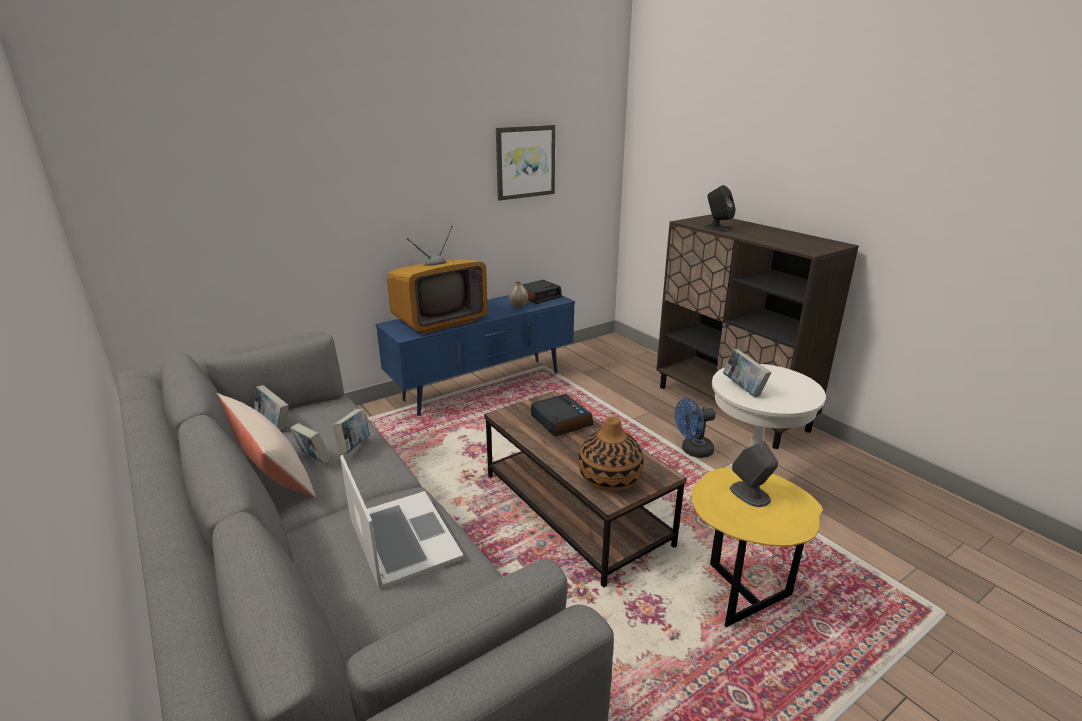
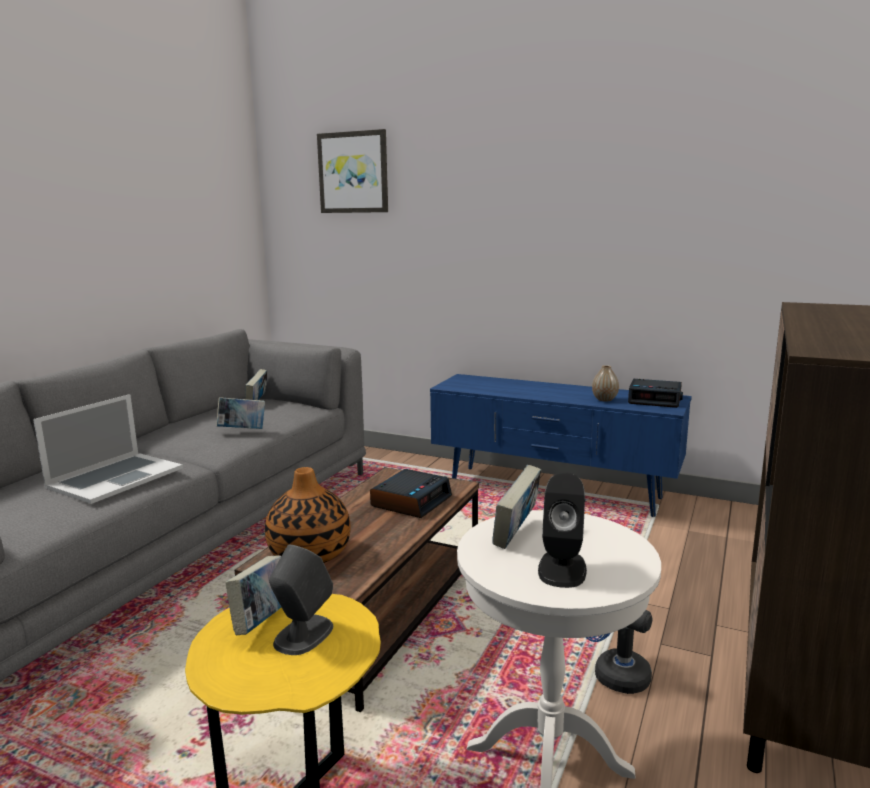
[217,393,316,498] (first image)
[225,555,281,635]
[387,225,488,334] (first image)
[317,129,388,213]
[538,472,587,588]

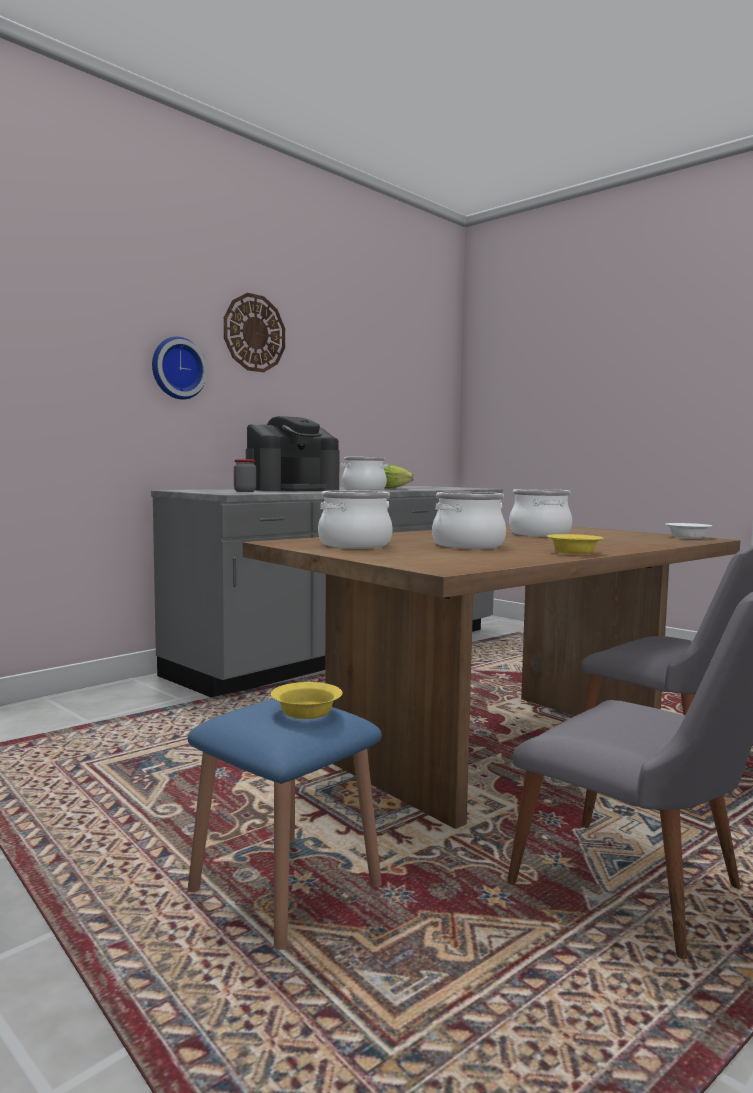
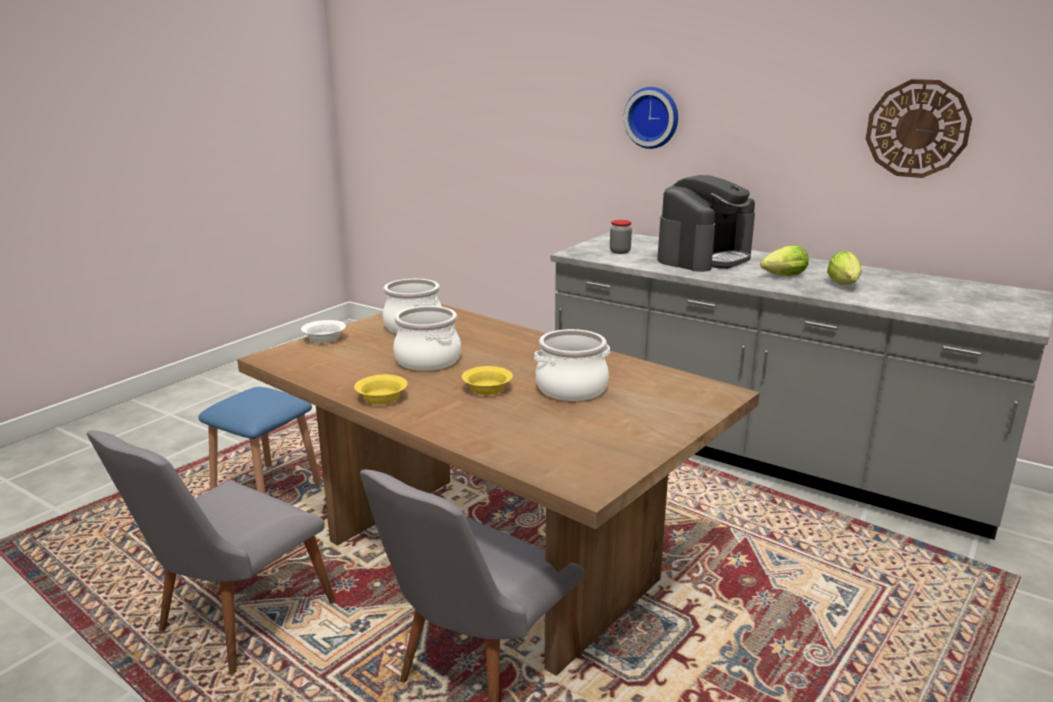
[866,79,972,178]
[657,175,755,272]
[462,366,513,395]
[760,245,809,276]
[301,320,346,343]

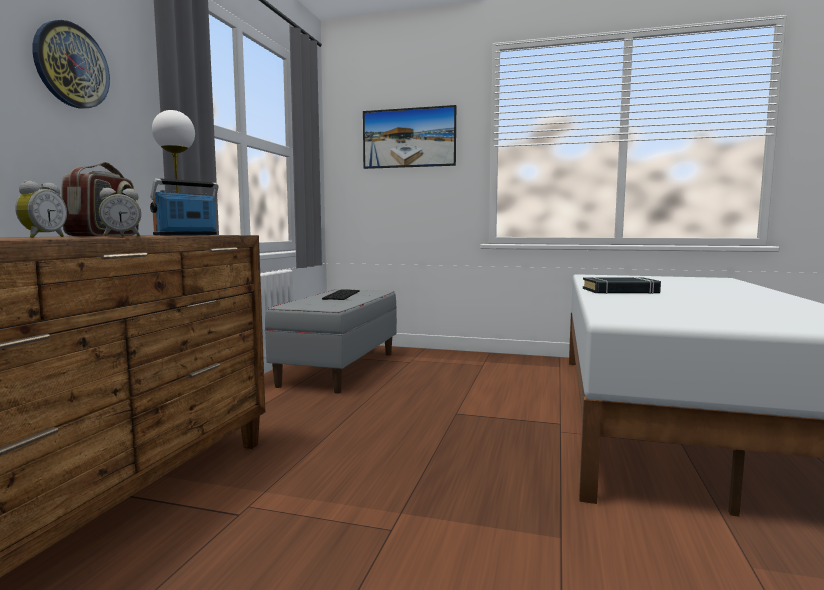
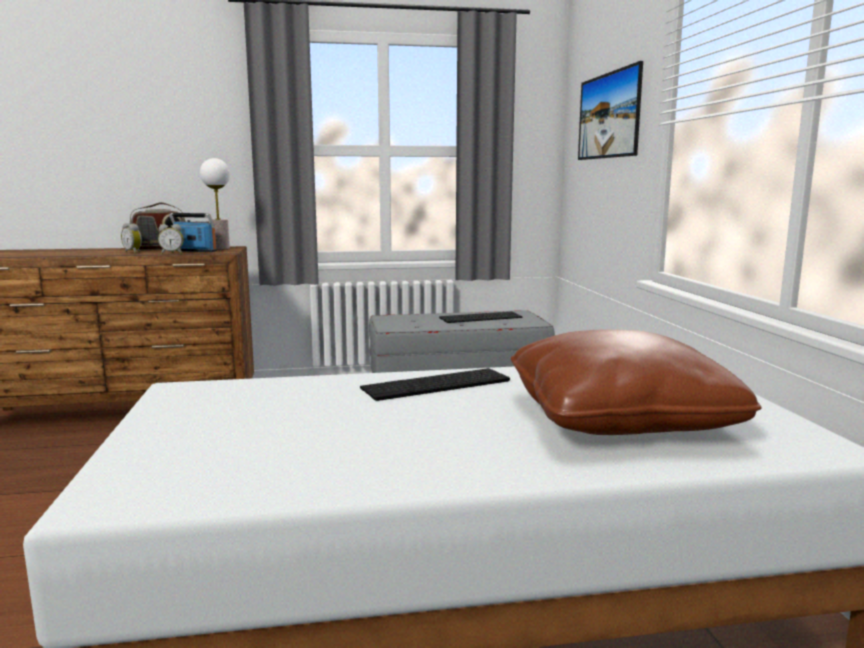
[158,224,184,254]
[32,20,110,108] (first image)
[360,368,510,401]
[511,329,762,435]

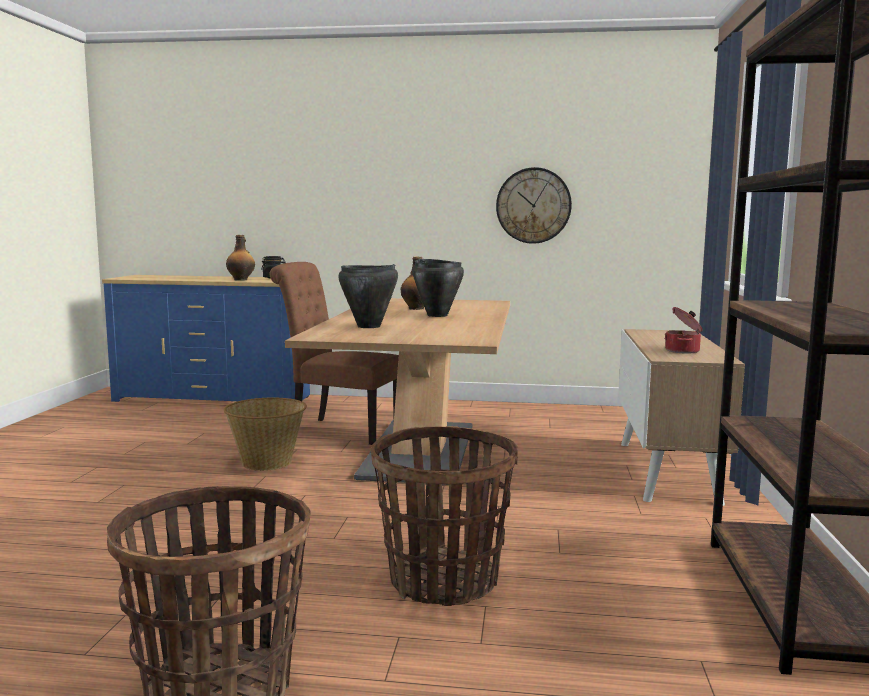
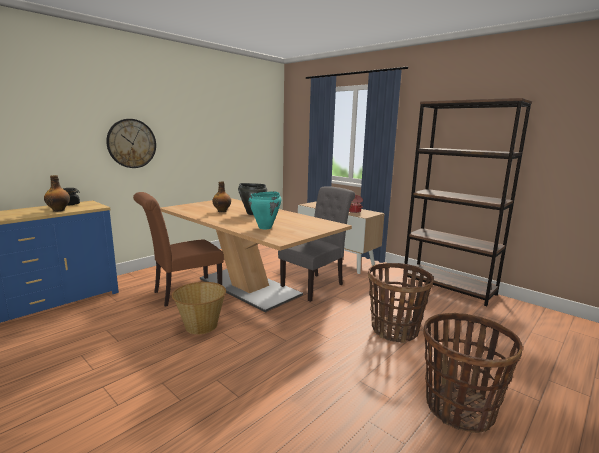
[249,191,281,229]
[106,119,156,168]
[278,186,355,302]

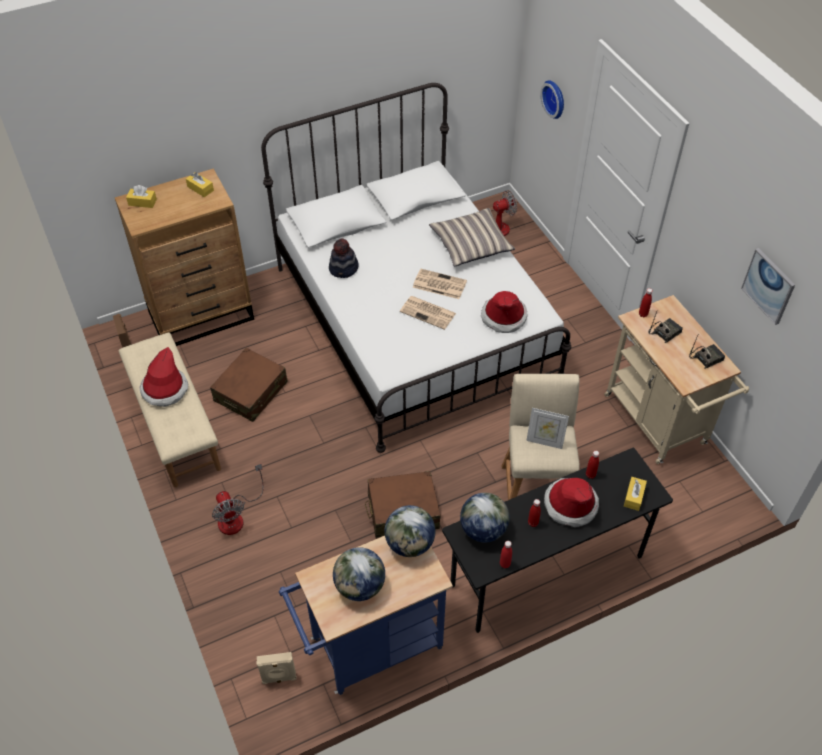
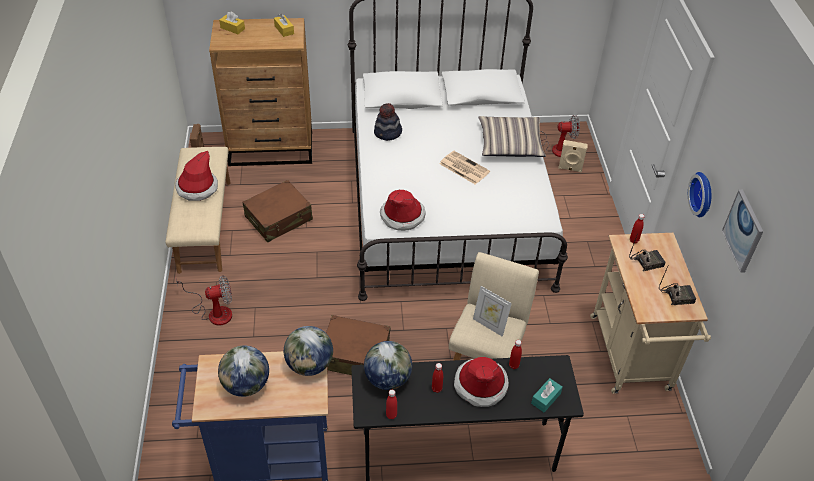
[176,276,232,325]
[558,140,588,172]
[400,296,456,330] (first image)
[380,190,426,231]
[688,172,711,217]
[531,378,563,412]

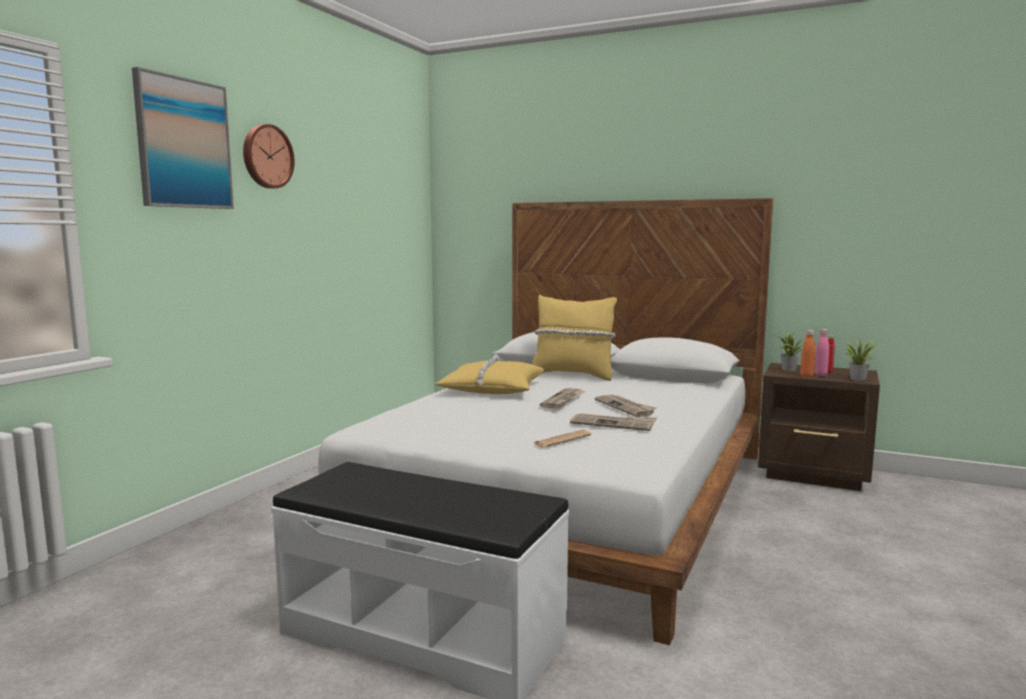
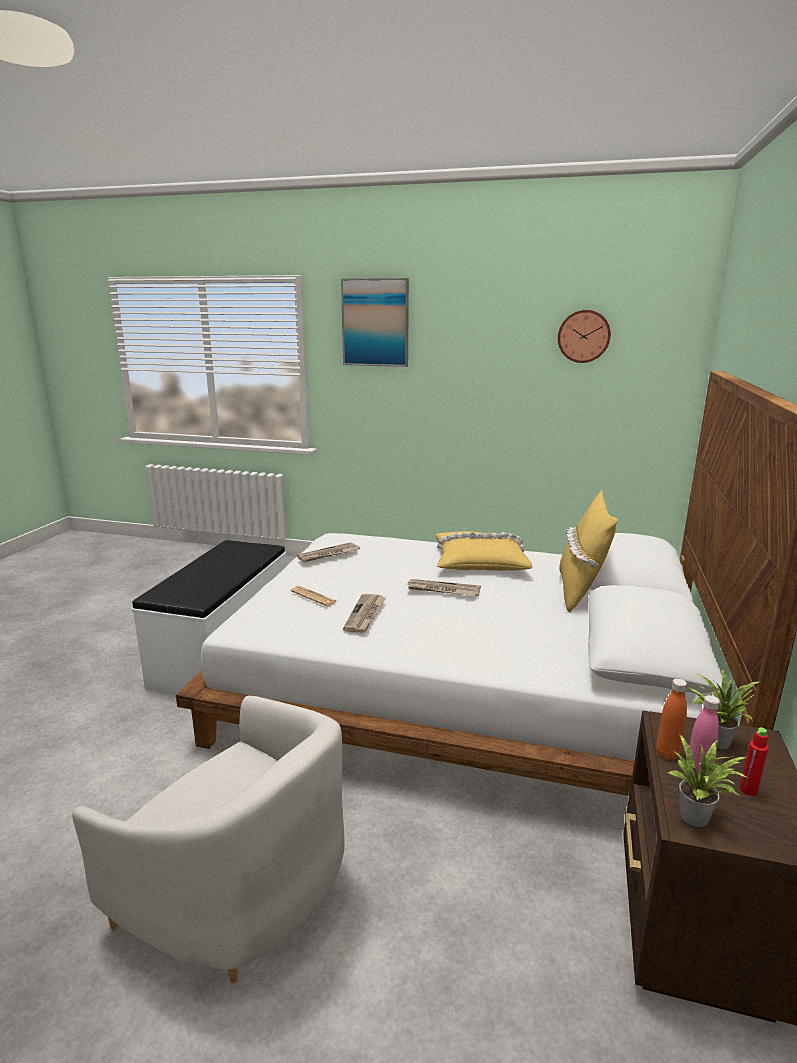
[558,310,611,363]
[297,542,360,562]
[72,696,345,984]

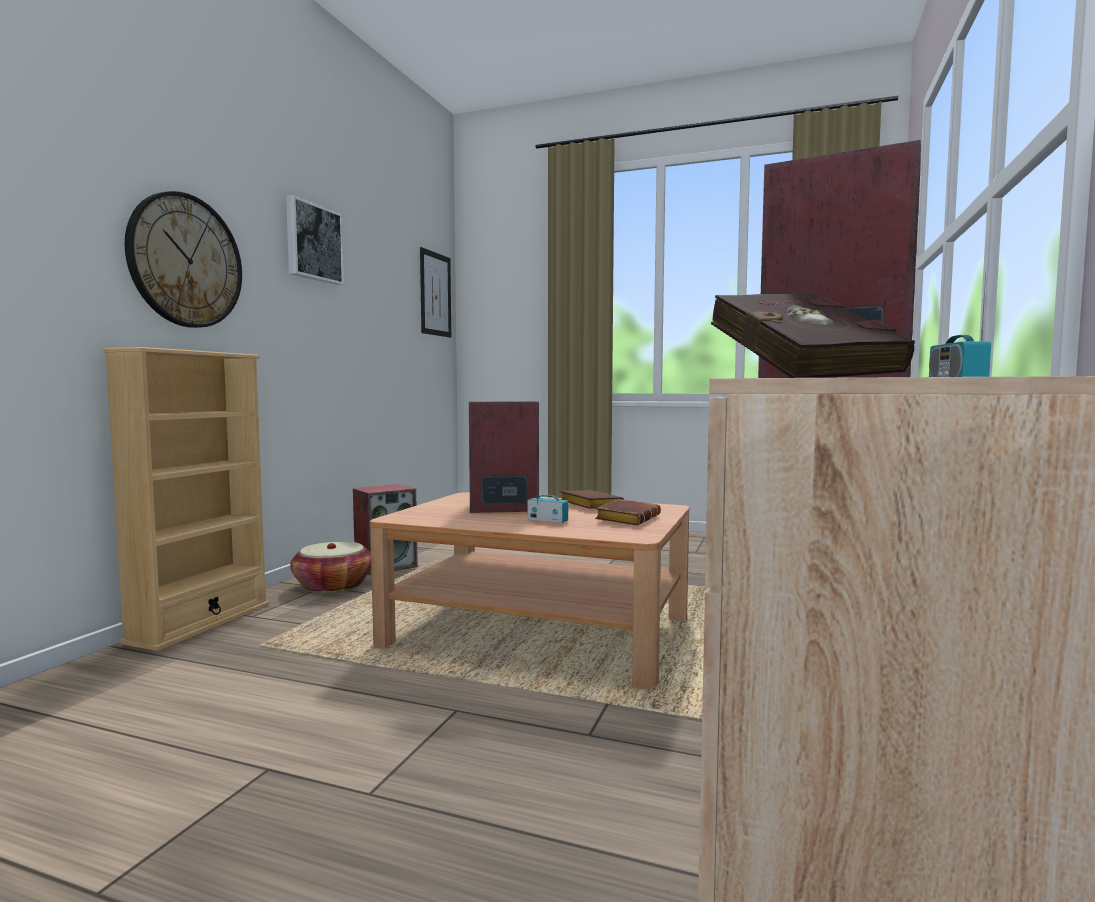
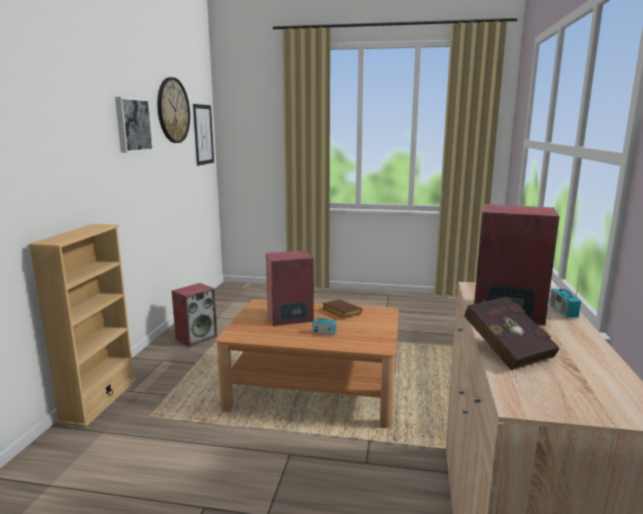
[157,77,190,143]
[290,542,371,593] (first image)
[595,499,661,525] (first image)

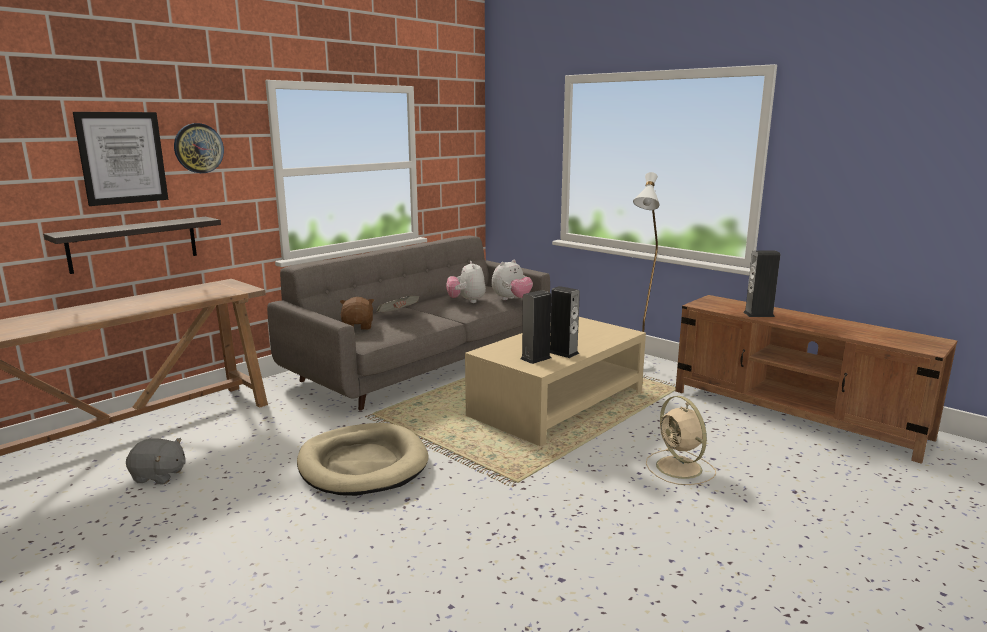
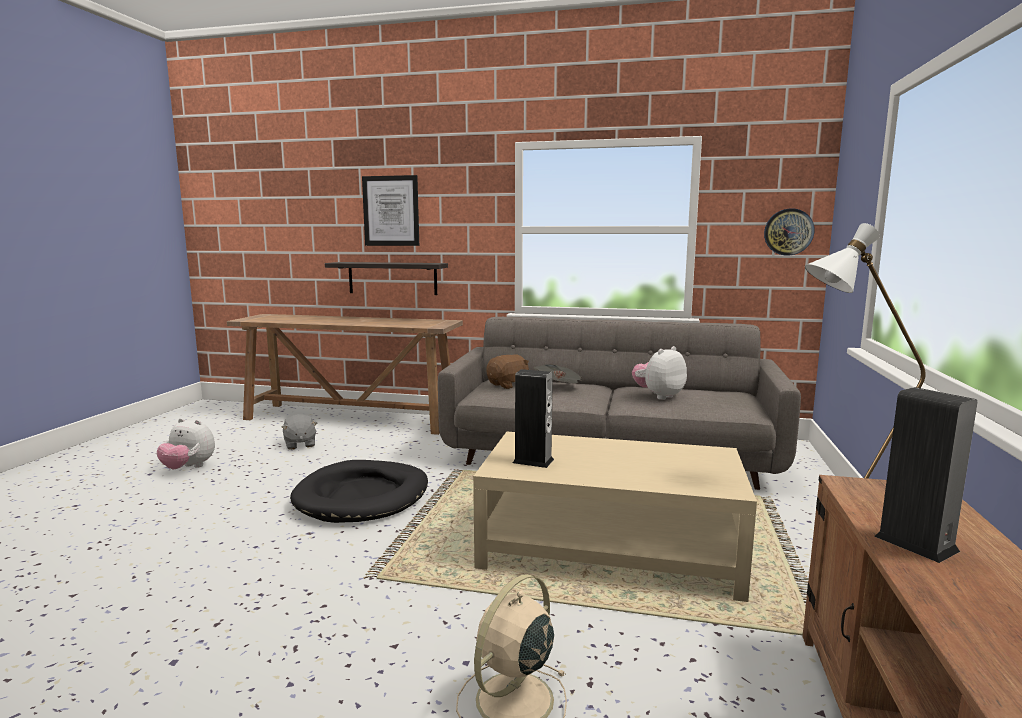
[764,208,814,256]
[290,460,428,523]
[157,418,215,469]
[550,286,580,358] (first image)

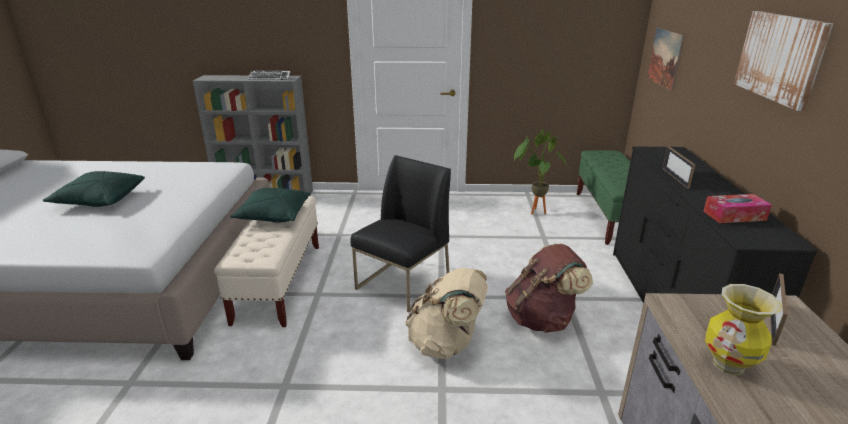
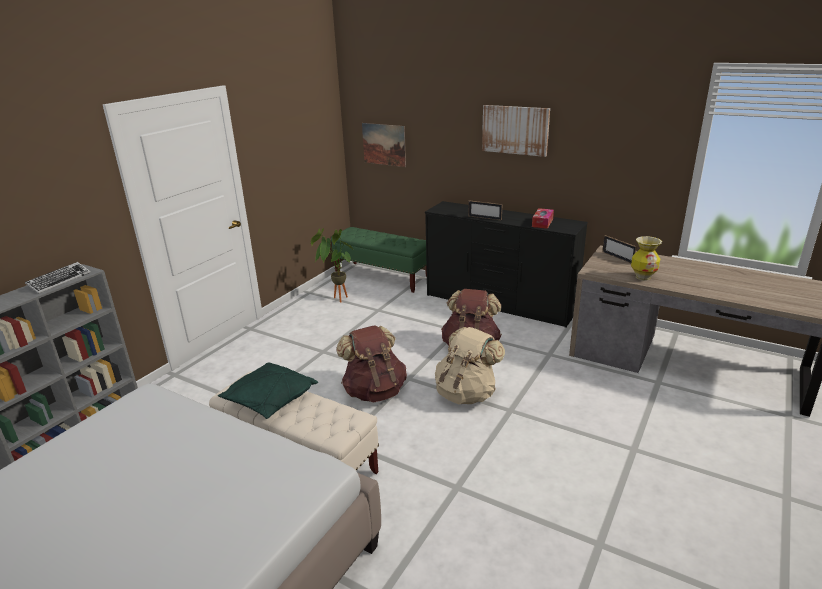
[43,171,145,207] (first image)
[336,325,407,402]

